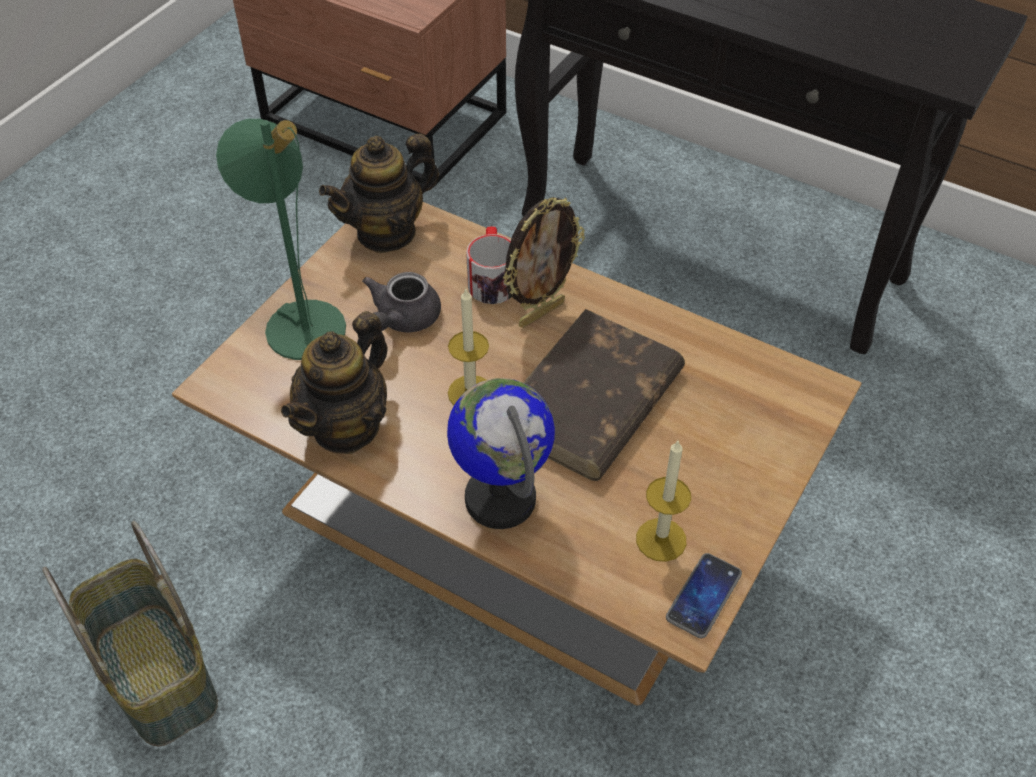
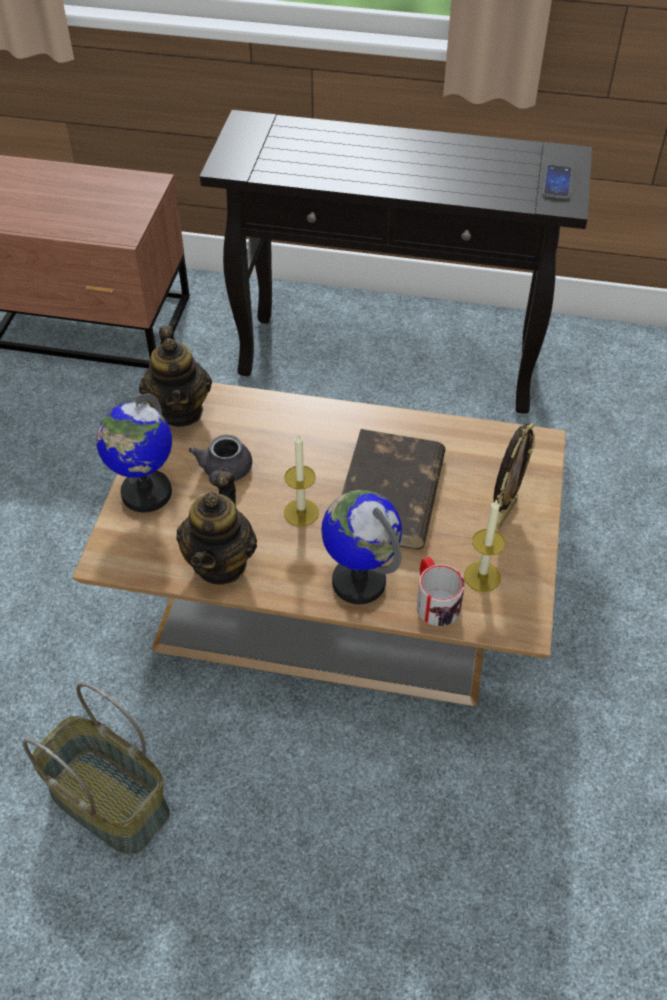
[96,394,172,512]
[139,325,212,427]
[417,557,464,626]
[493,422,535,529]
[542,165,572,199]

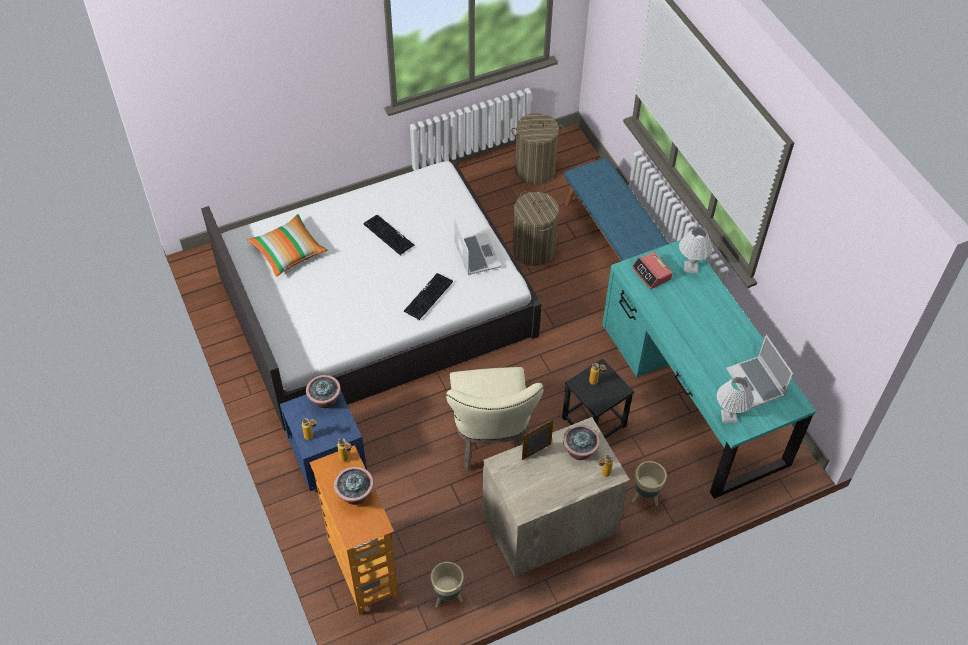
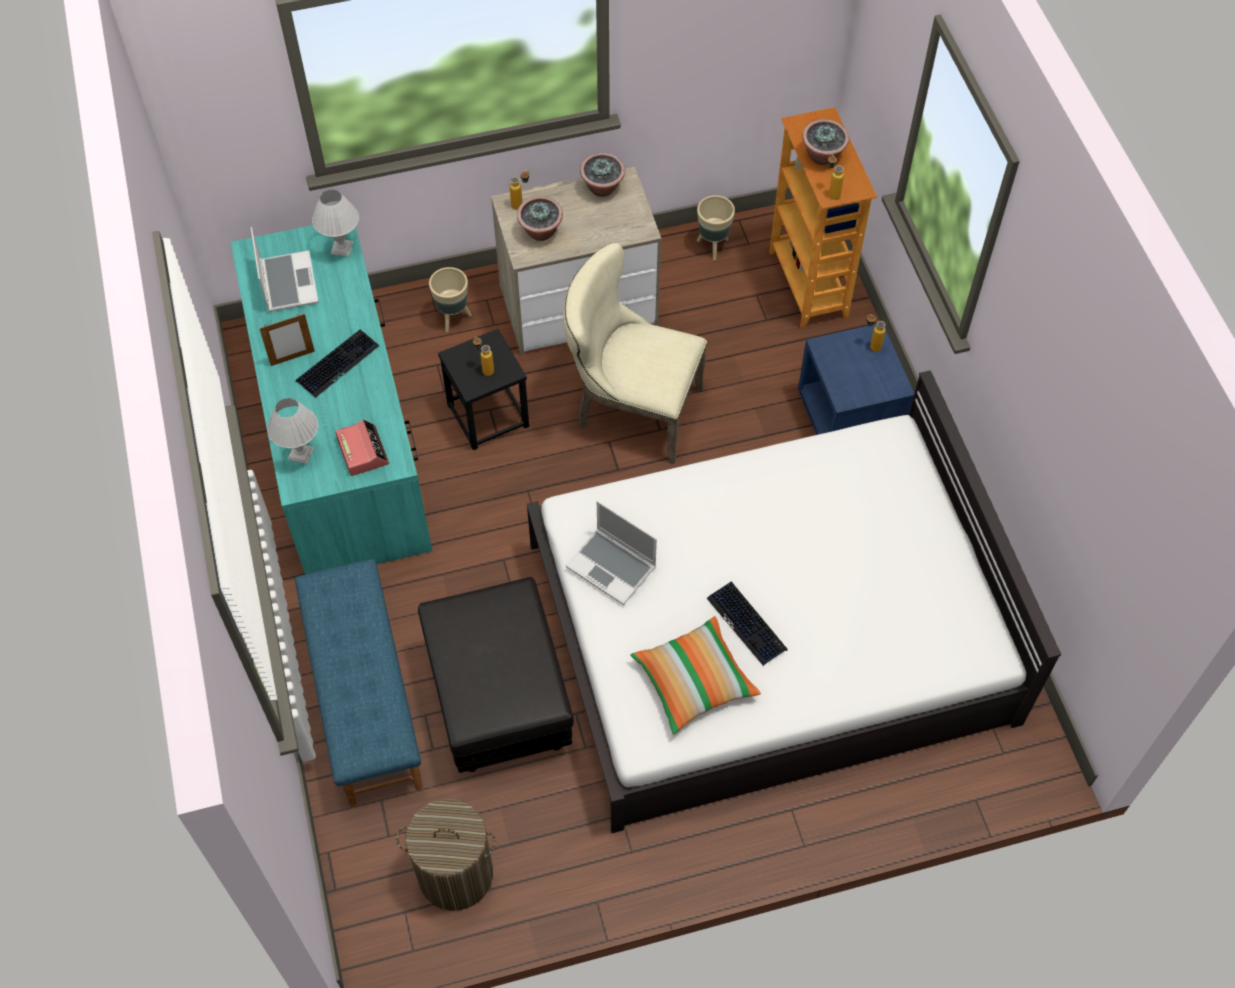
[630,616,761,735]
[580,153,625,197]
[295,329,379,398]
[563,242,707,464]
[565,501,657,605]
[418,577,574,773]
[259,314,315,366]

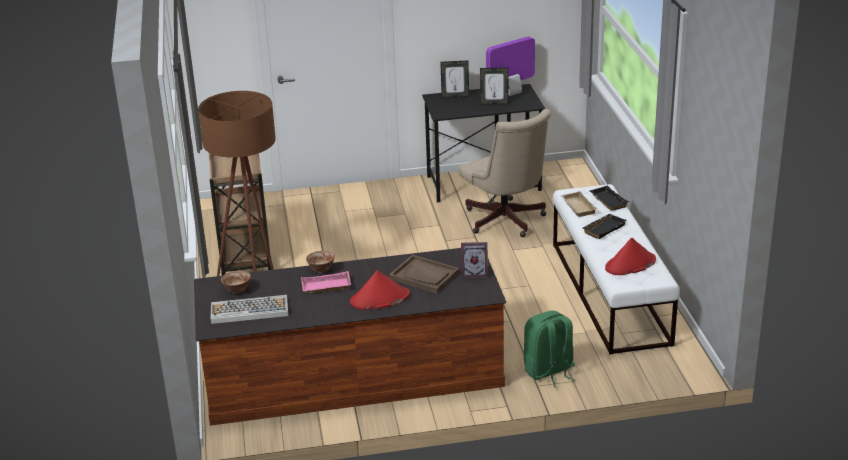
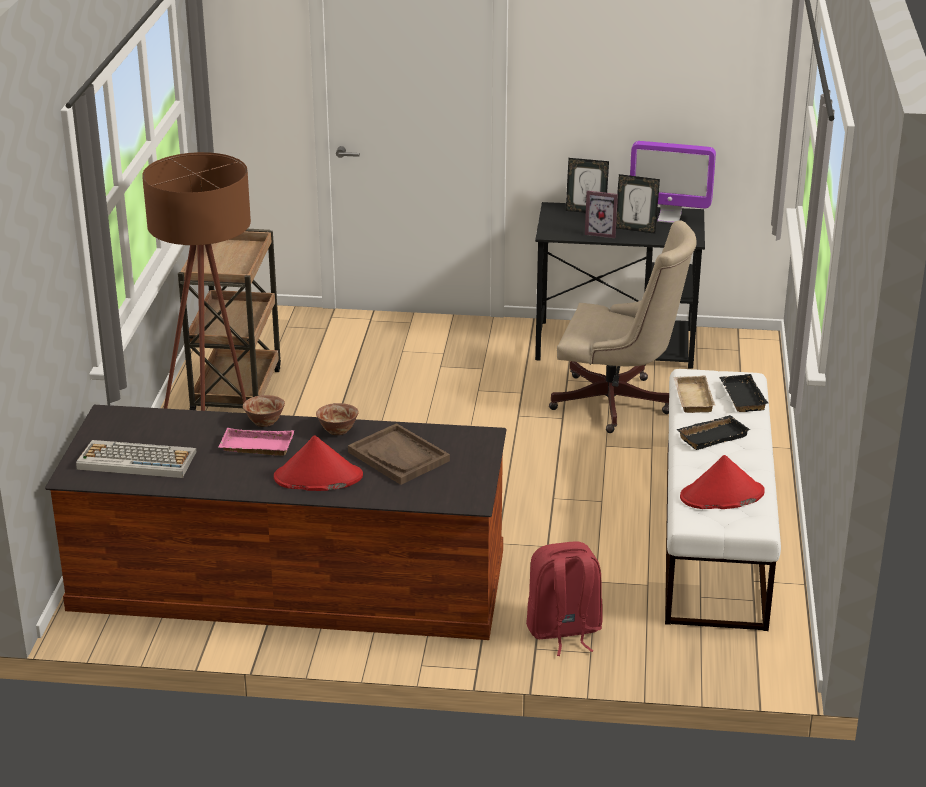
[316,403,359,435]
[549,220,697,433]
[585,191,618,238]
[630,141,716,223]
[526,541,603,656]

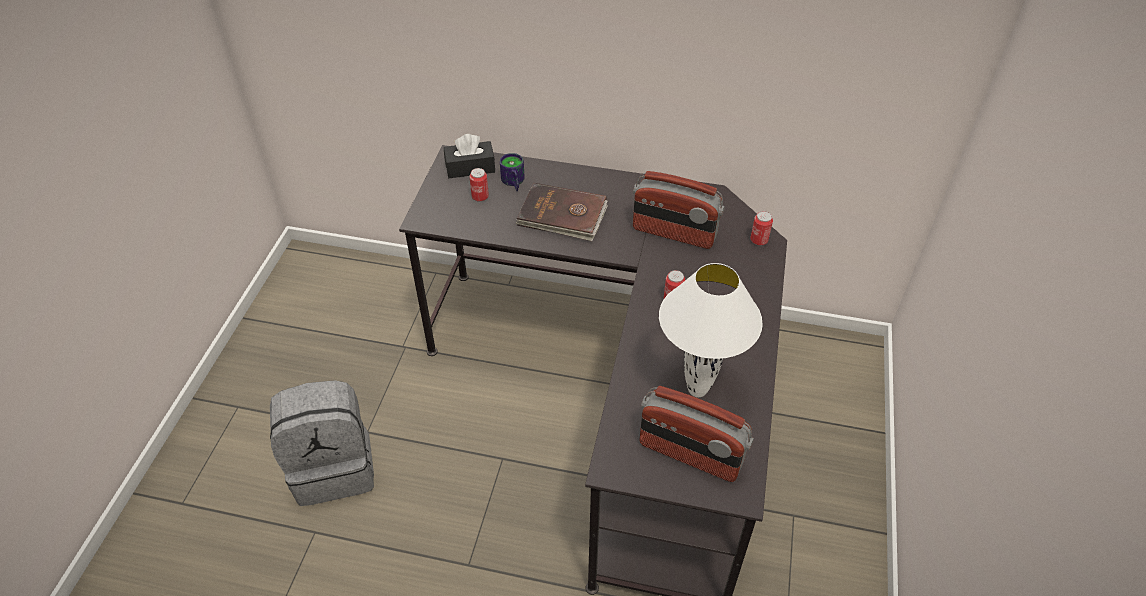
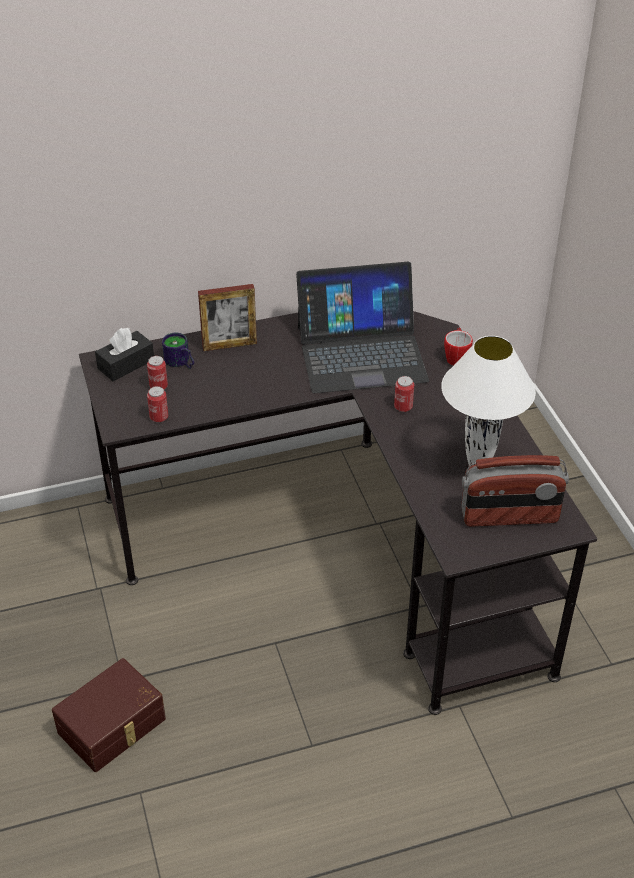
[52,658,166,772]
[516,183,608,241] (first image)
[296,262,429,393]
[147,386,168,423]
[198,284,257,351]
[444,327,473,366]

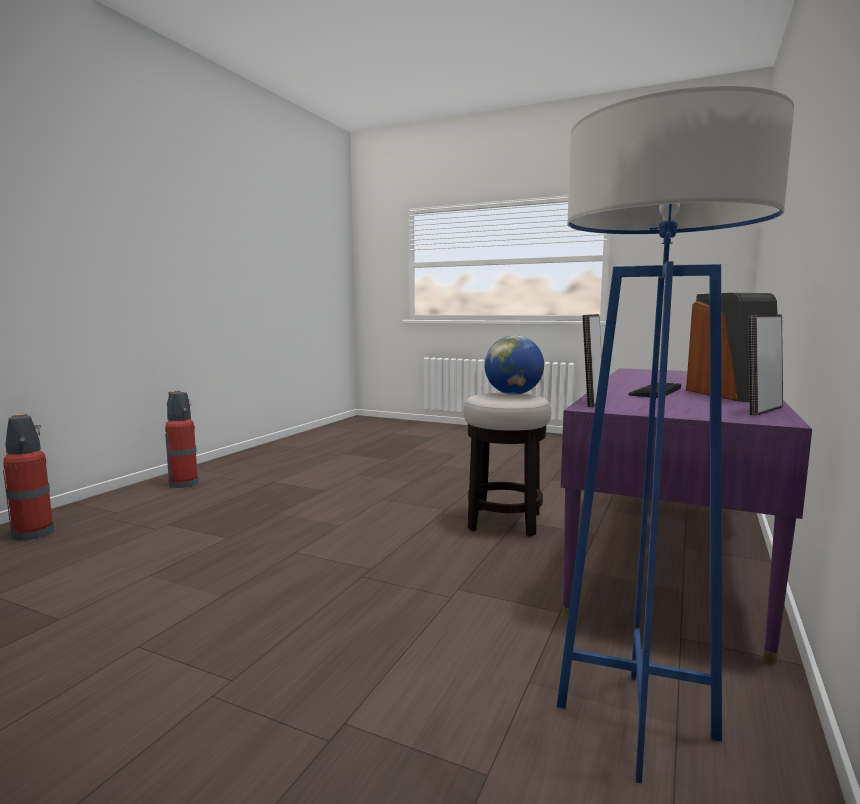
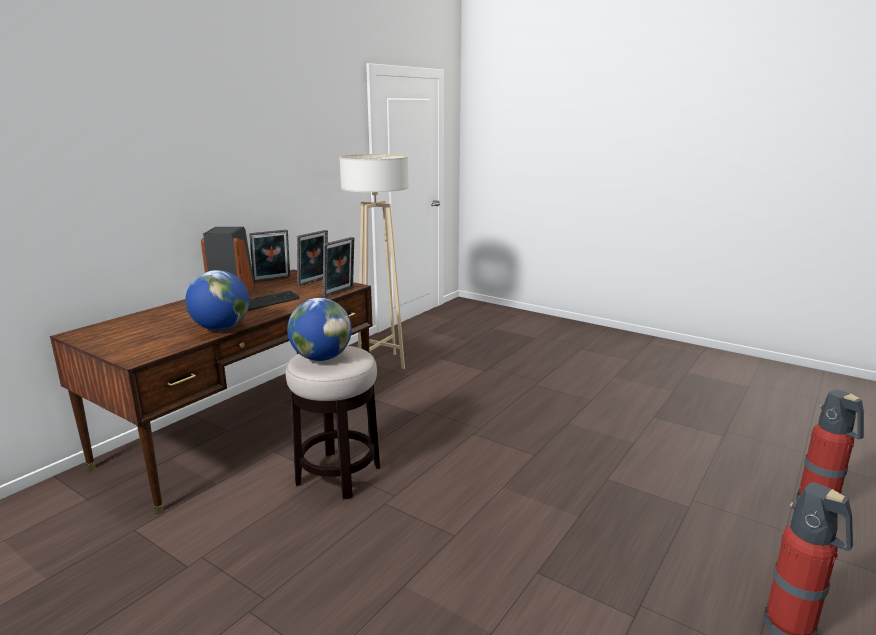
[339,154,409,369]
[50,270,372,514]
[185,270,250,331]
[297,230,328,286]

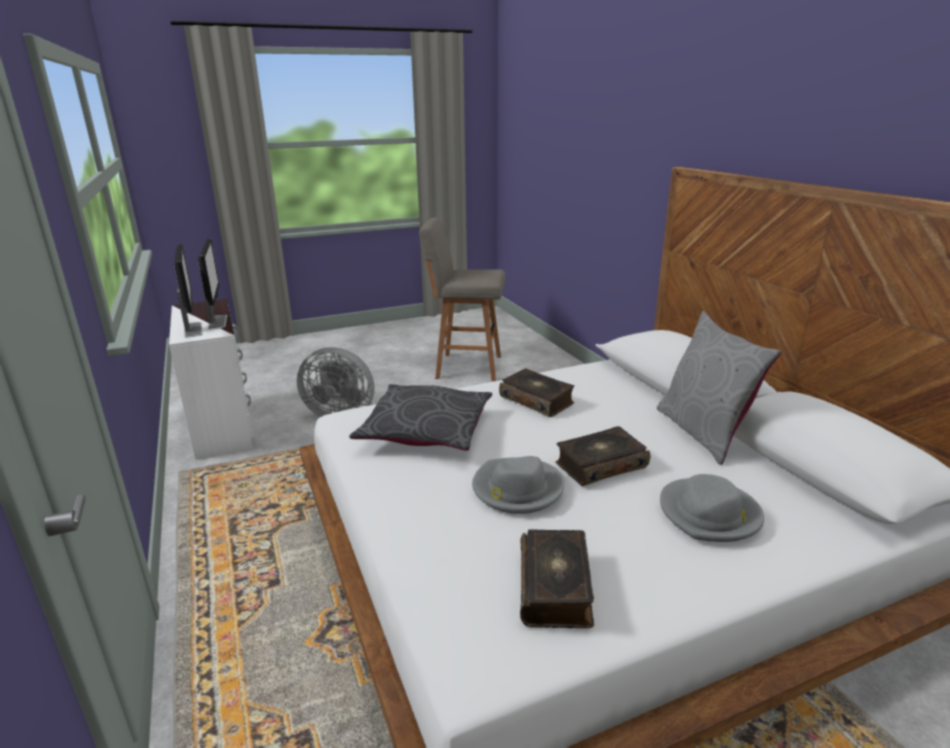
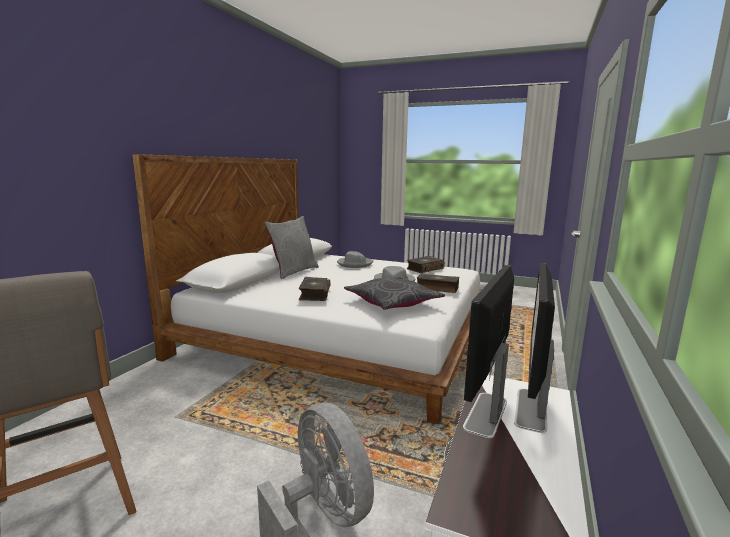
[417,274,459,293]

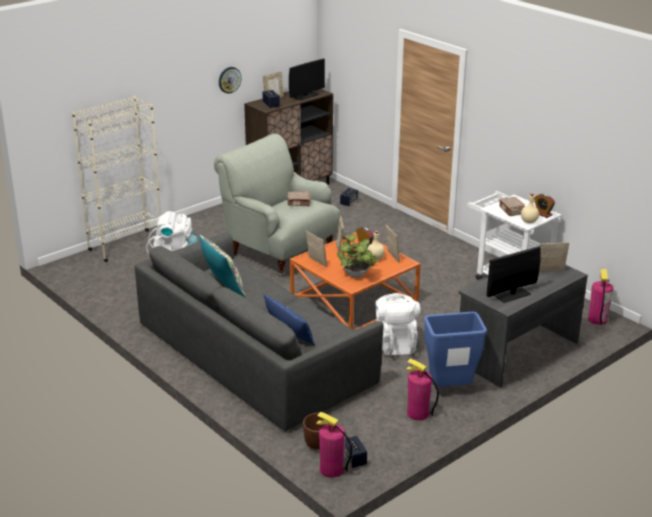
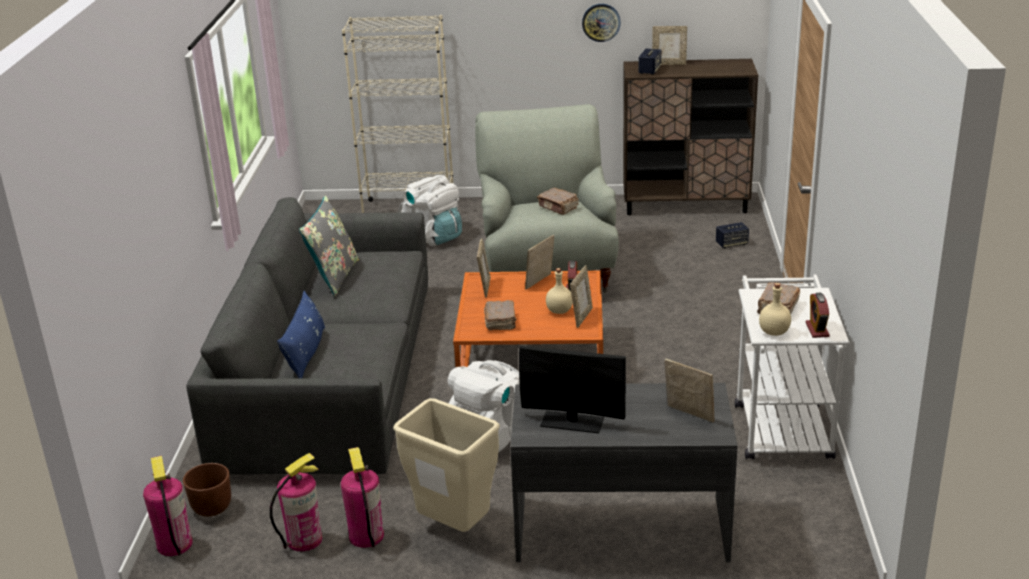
[289,59,325,101] (first image)
[484,300,516,330]
[344,435,367,468] (first image)
[393,398,500,532]
[270,453,322,551]

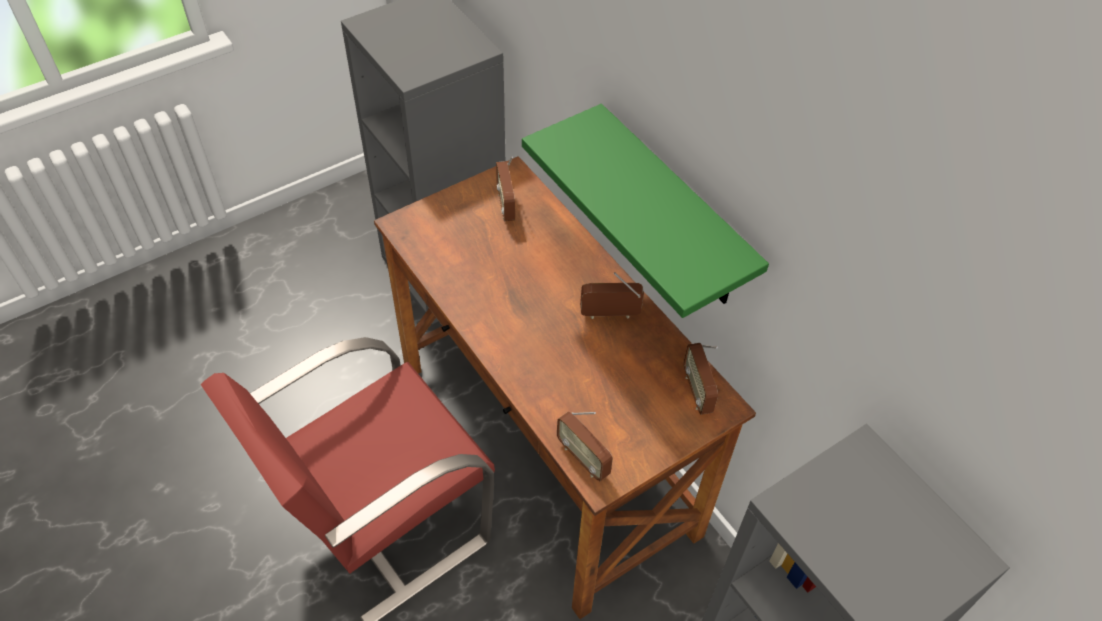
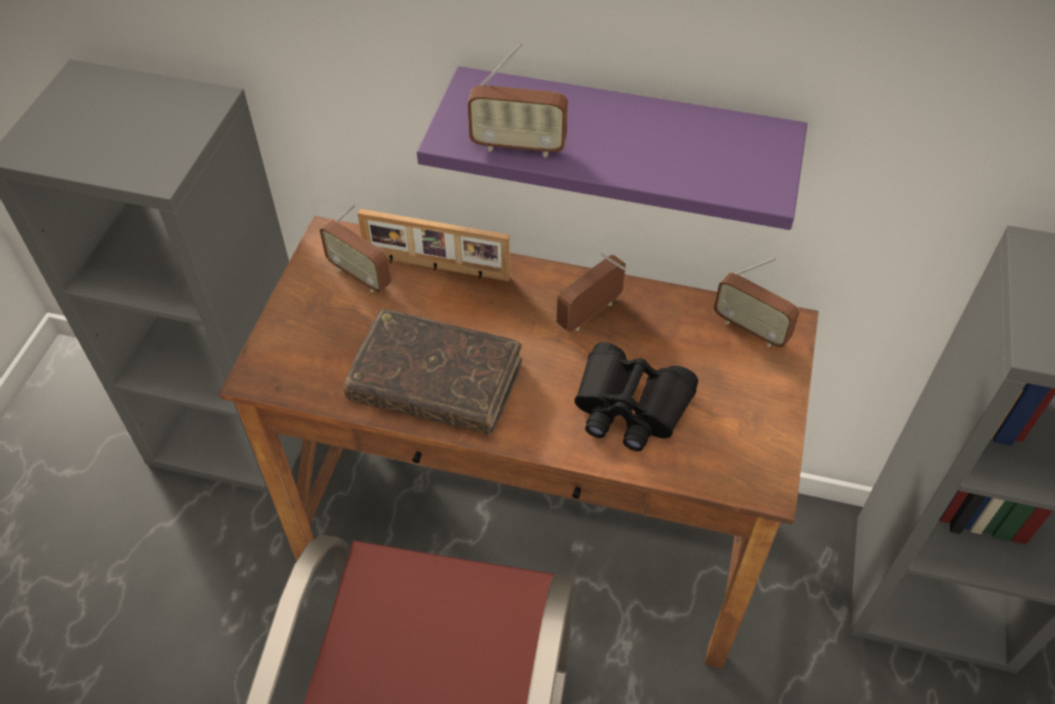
[417,66,807,230]
[467,43,568,158]
[343,309,522,435]
[357,209,510,281]
[574,342,698,451]

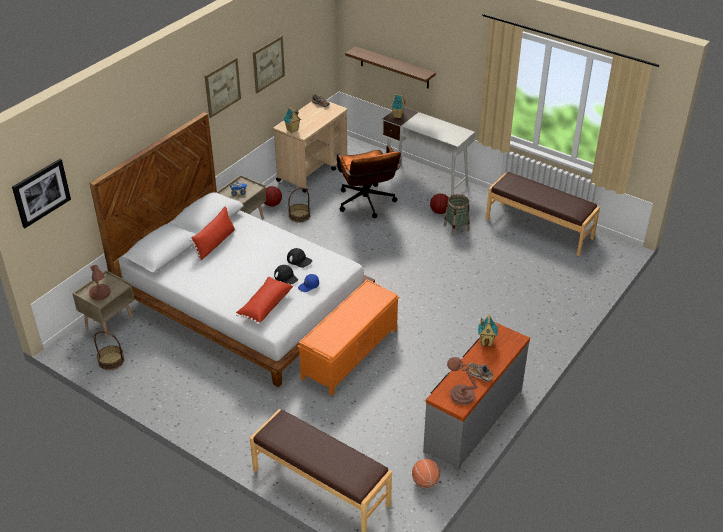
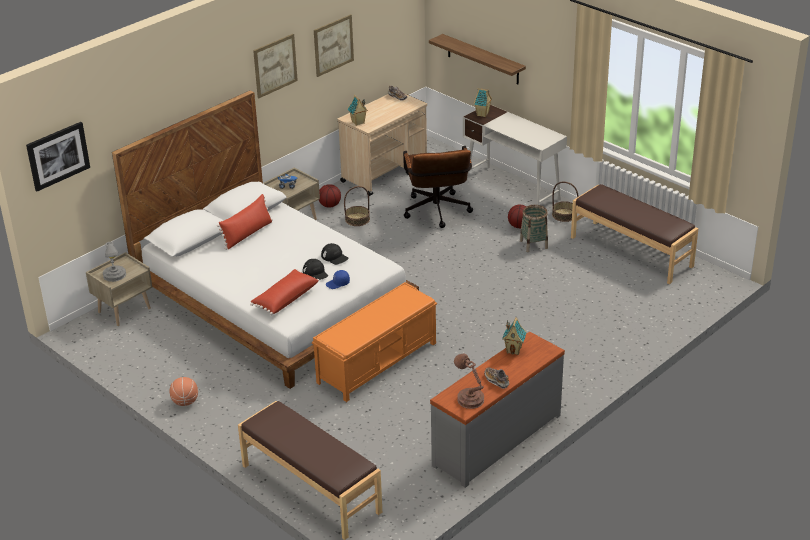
[103,242,126,282]
[552,182,579,222]
[170,377,198,406]

